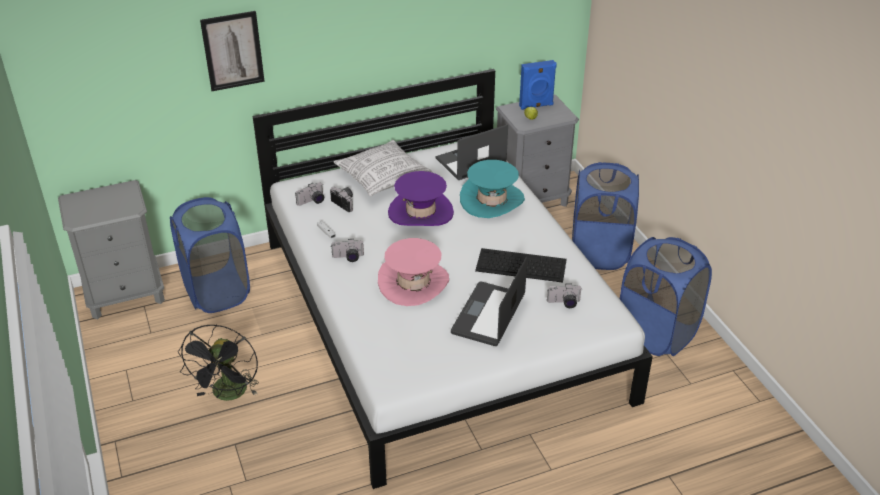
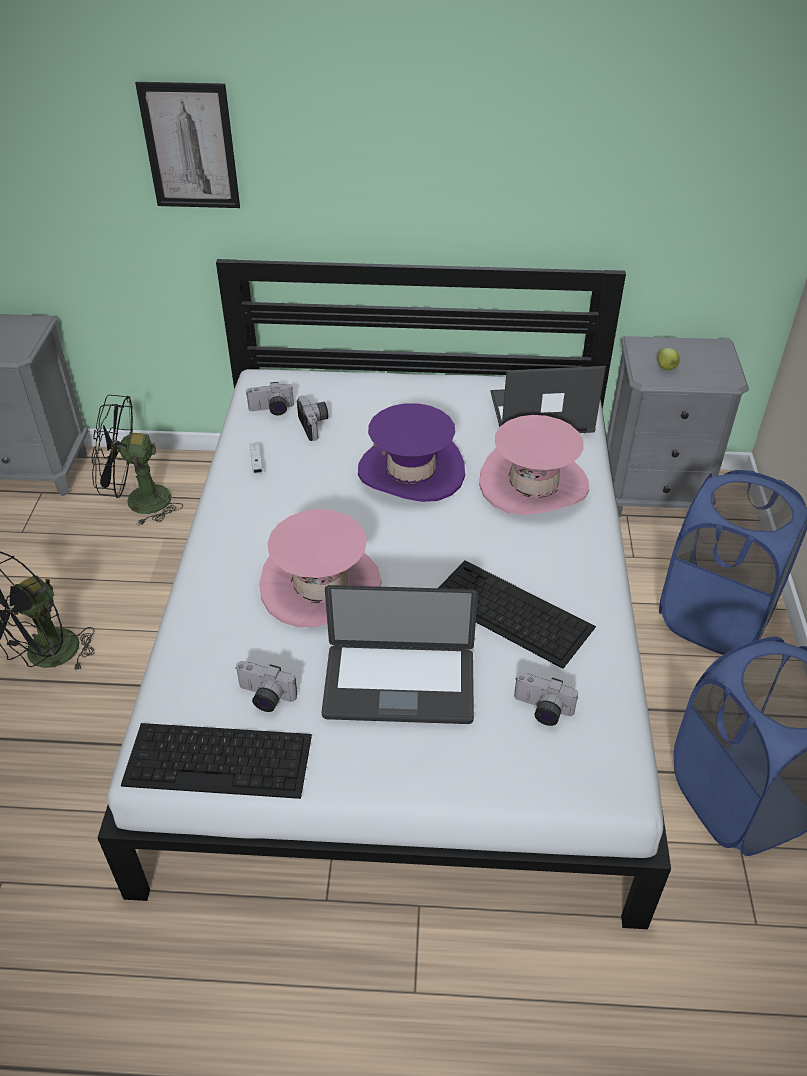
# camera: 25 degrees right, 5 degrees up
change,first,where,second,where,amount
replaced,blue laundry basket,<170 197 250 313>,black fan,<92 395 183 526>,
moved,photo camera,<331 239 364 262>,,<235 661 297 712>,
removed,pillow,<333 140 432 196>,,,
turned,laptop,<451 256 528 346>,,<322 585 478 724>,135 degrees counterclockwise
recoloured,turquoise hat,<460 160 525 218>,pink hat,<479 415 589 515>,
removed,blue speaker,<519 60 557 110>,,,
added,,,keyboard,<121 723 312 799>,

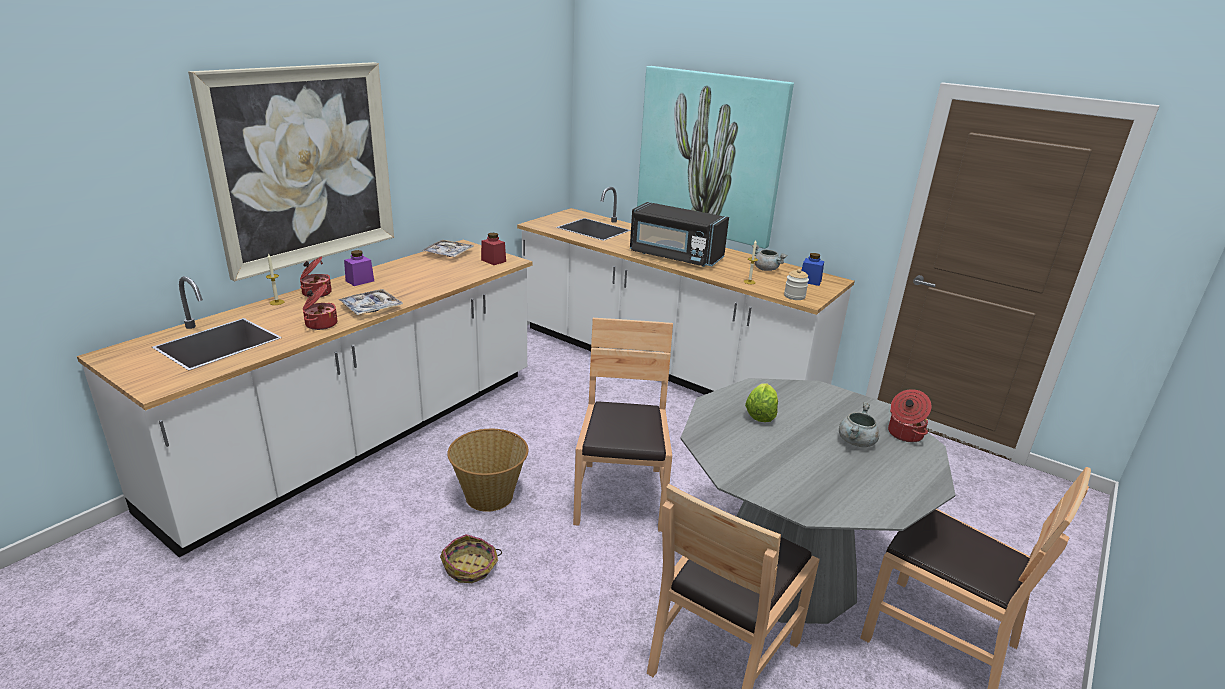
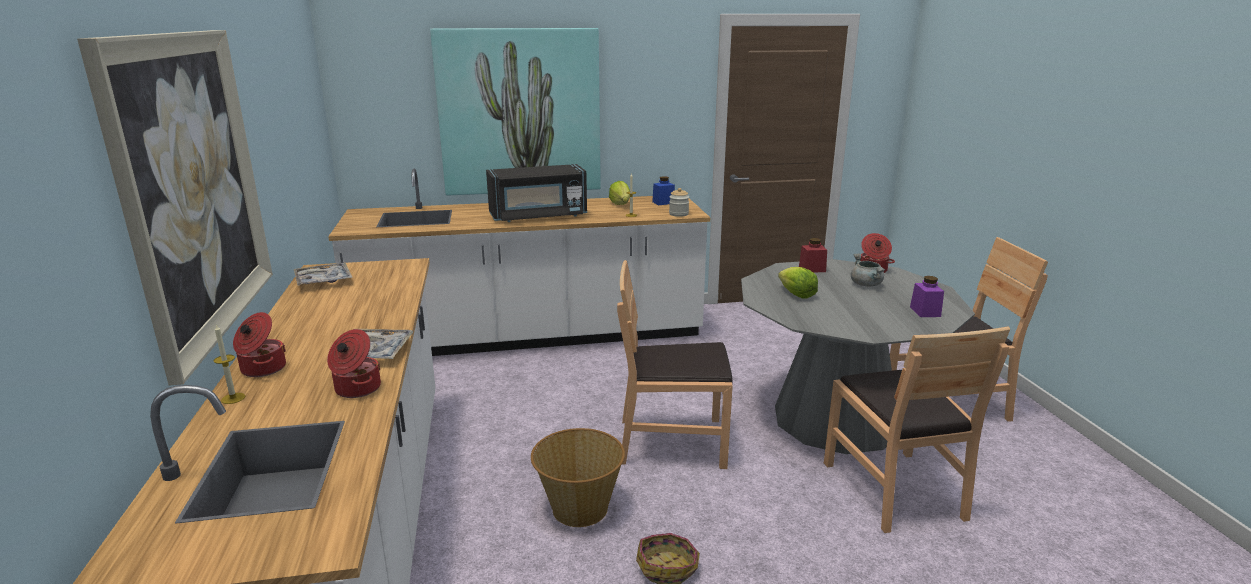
# camera: 45 degrees left, 5 degrees down
change,first,where,second,where,amount
moved,purple jar,<344 250 374 286>,,<910 276 944 317>,
moved,red jar,<481 233 506 265>,,<799 238 827 273>,
turned,brown chair,<573 318 673 532>,,<617 260 733 469>,45 degrees counterclockwise
replaced,grey cooking pot,<752 244 788 271>,lettuce,<609 181 630 205>,

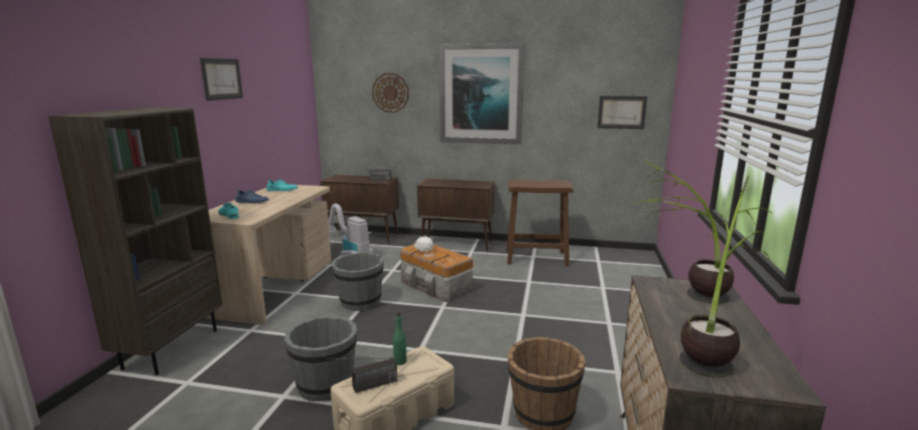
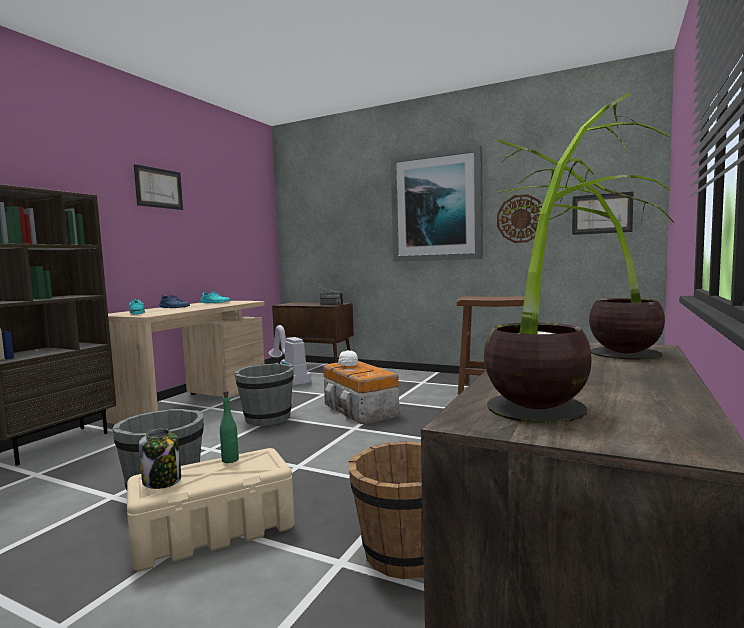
# camera: 15 degrees right, 10 degrees down
change,first,where,second,where,amount
replaced,radio,<326 356 397 393>,jar,<139 429 181 489>,
moved,wall clock,<372 73 409 113>,,<497 194 542 243>,
removed,brown cabinet,<417 179 495 251>,,,

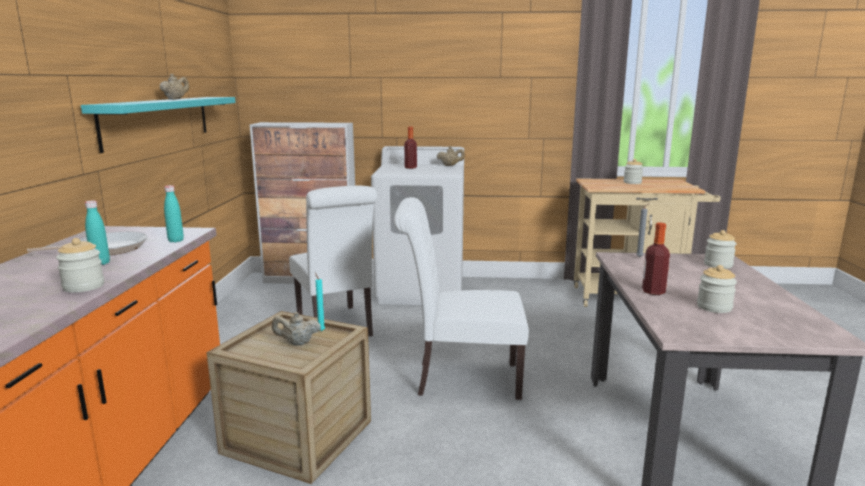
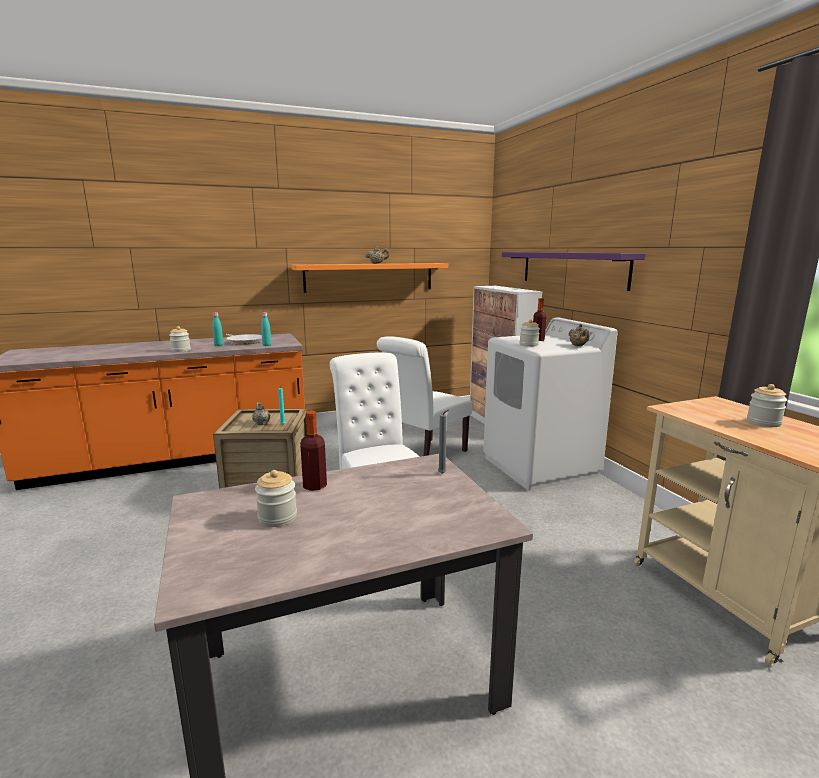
# camera: 65 degrees right, 0 degrees up
change,first,where,second,where,amount
recoloured,turquoise shelf,<81 97 236 153>,orange shelf,<292 263 448 293>,
moved,jar,<704 230 737 269>,,<519 320 540 347>,
added,,,purple shelf,<502 252 645 291>,

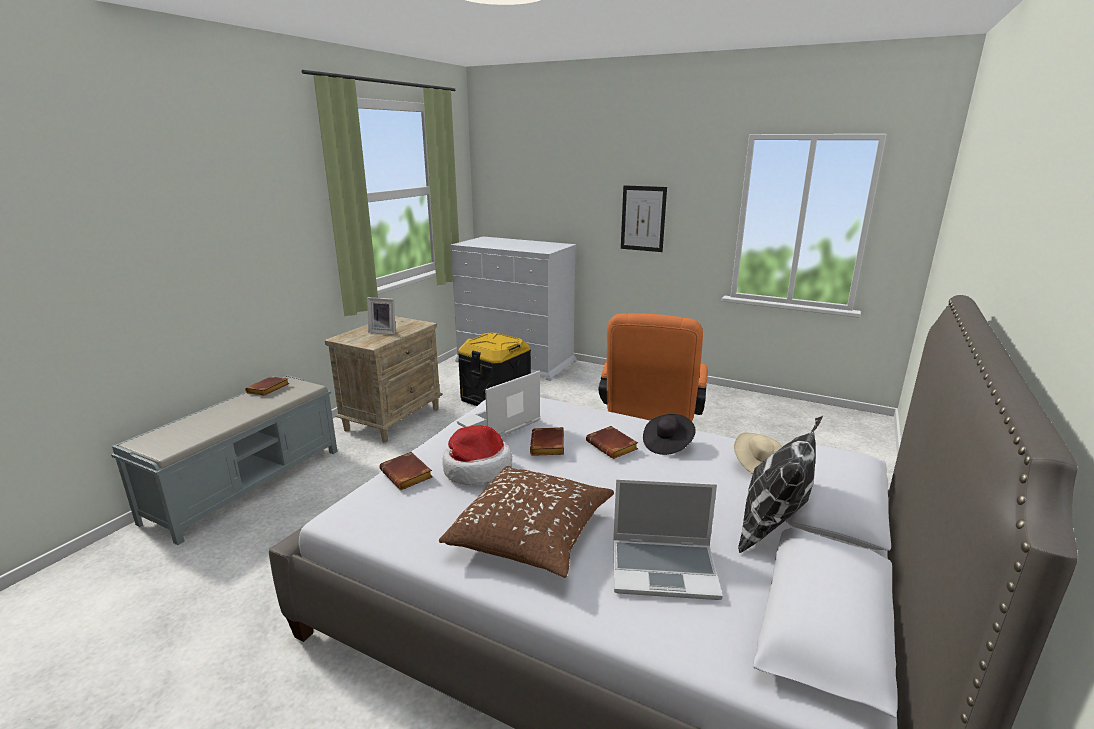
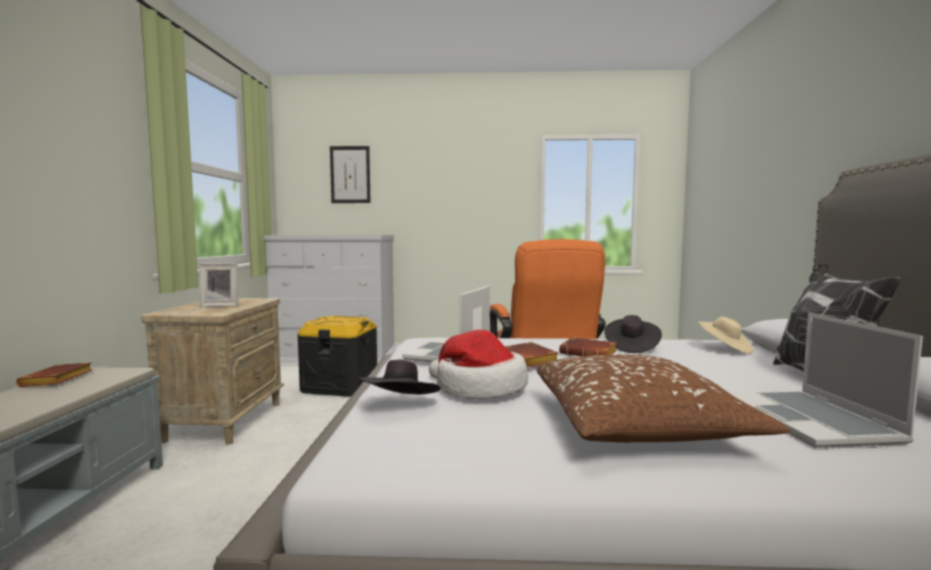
# camera: 25 degrees left, 15 degrees down
change,first,where,second,where,amount
replaced,brown book,<379 452 433 490>,black hat,<358 359 440 395>,
turned,laptop,<613 479 723 600>,,<730 313 923 448>,105 degrees clockwise
moved,picture,<621 185 667 252>,,<330 146 371 203>,

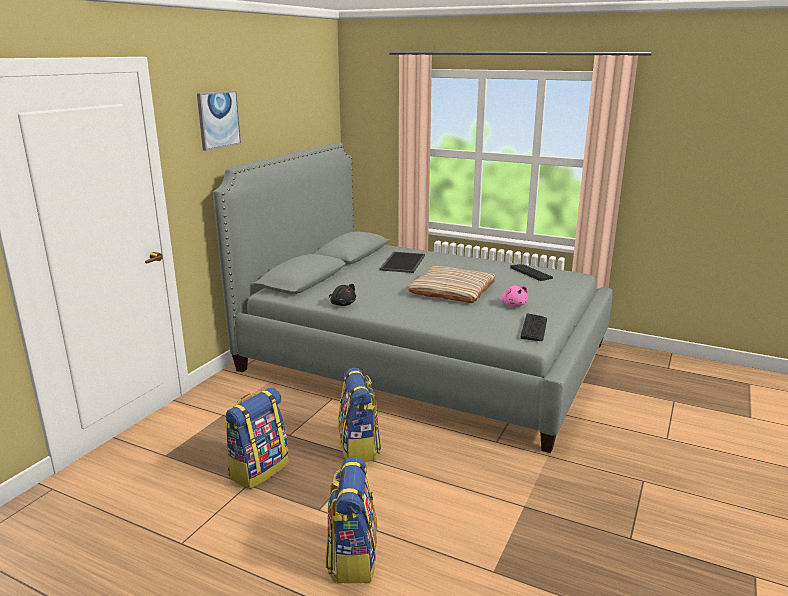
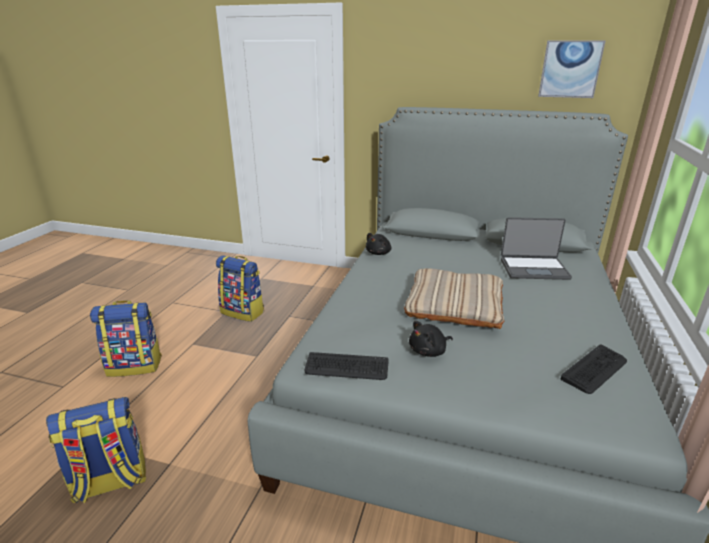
# camera: 80 degrees right, 5 degrees up
change,first,where,second,where,amount
moved,picture,<197 90 241 151>,,<538 40 606 98>,
moved,backpack,<338 368 381 462>,,<46 397 146 503>,
replaced,tray,<380 252 425 273>,laptop,<501 217 572 280>,
recoloured,pink plush toy,<501 286 528 307>,black plush toy,<409 321 453 357>,

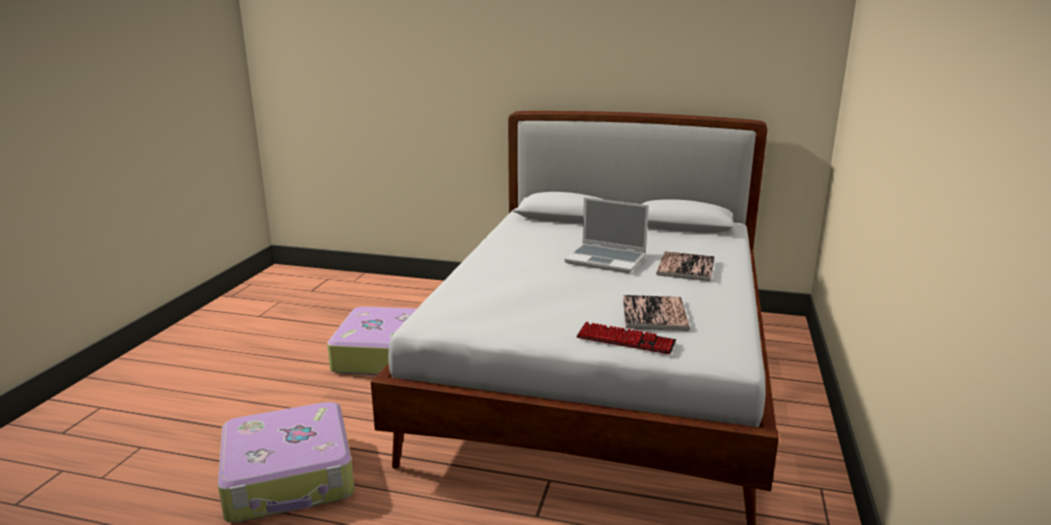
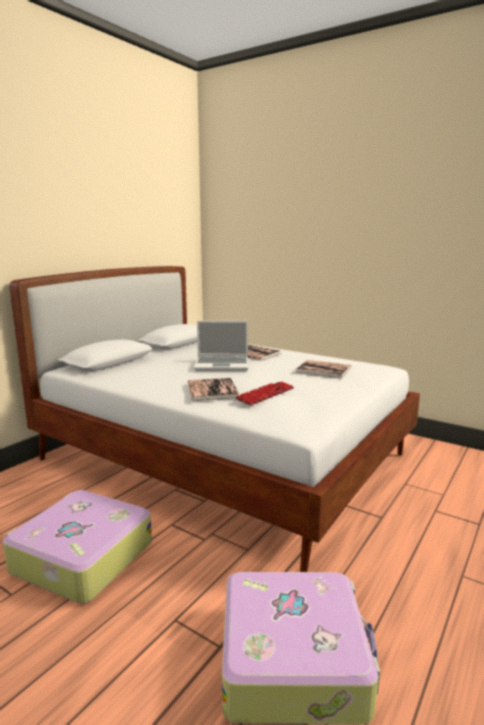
# camera: 70 degrees left, 5 degrees down
change,first,where,second,where,amount
turned,laptop,<564 197 649 273>,,<194 321 248 371>,45 degrees clockwise
moved,keyboard,<576 322 676 354>,,<235 382 294 405>,
added,,,book,<187 378 239 401>,

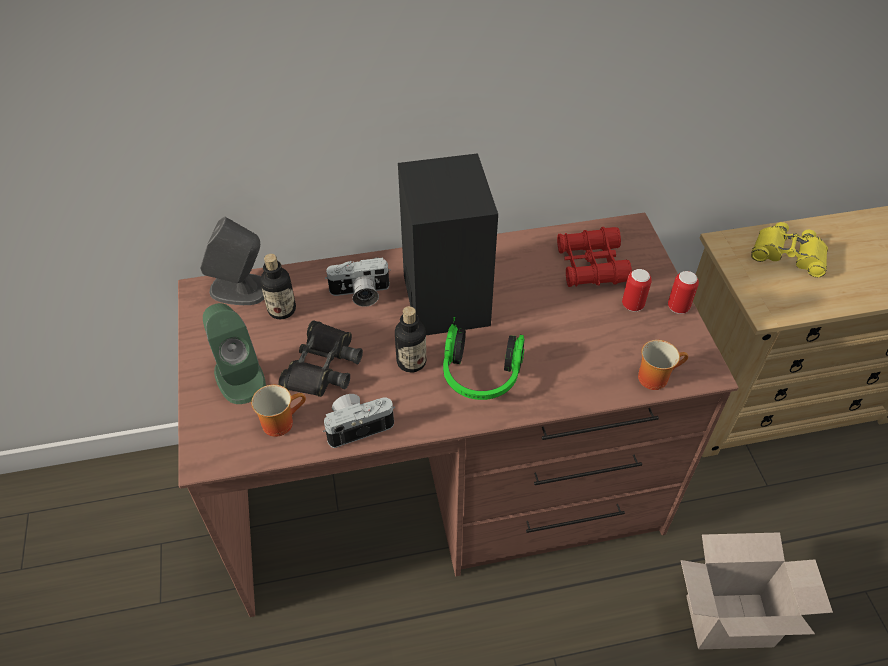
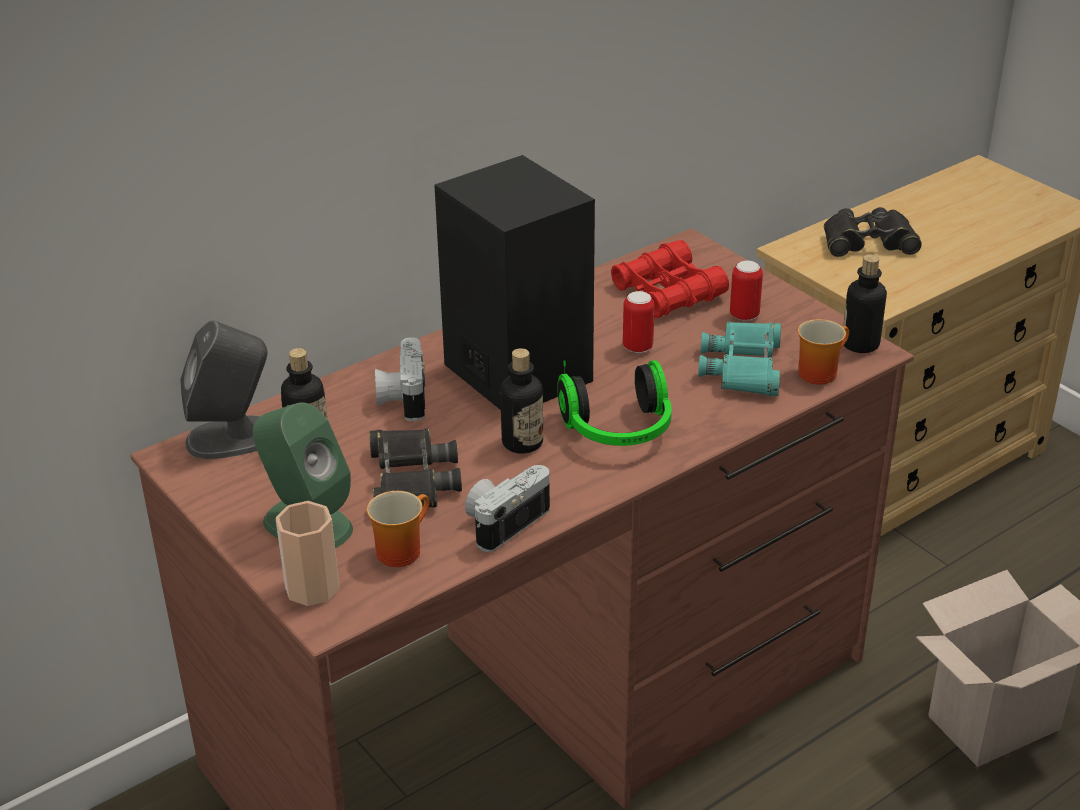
# camera: 25 degrees left, 15 degrees down
change,first,where,second,where,amount
turned,photo camera,<325 258 391 307>,,<375 337 425 421>,120 degrees clockwise
moved,can,<668 271 699 314>,,<623 291 655 353>,
recoloured,yellow binoculars,<751 222 828 278>,black binoculars,<824 207 922 257>,
added,,,cup,<275 501 340 606>,
added,,,turquoise binoculars,<698 321 781 396>,
added,,,bottle,<843 254 887 353>,

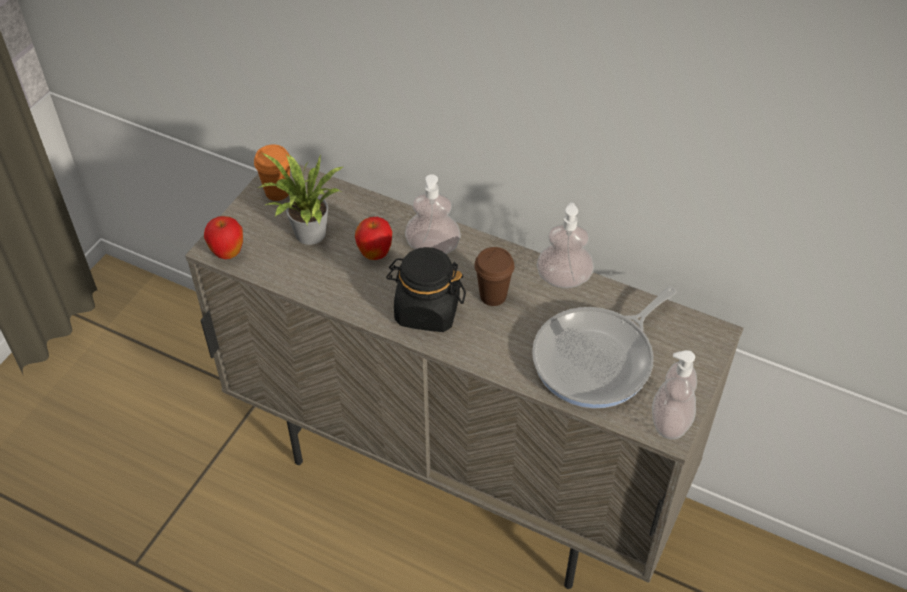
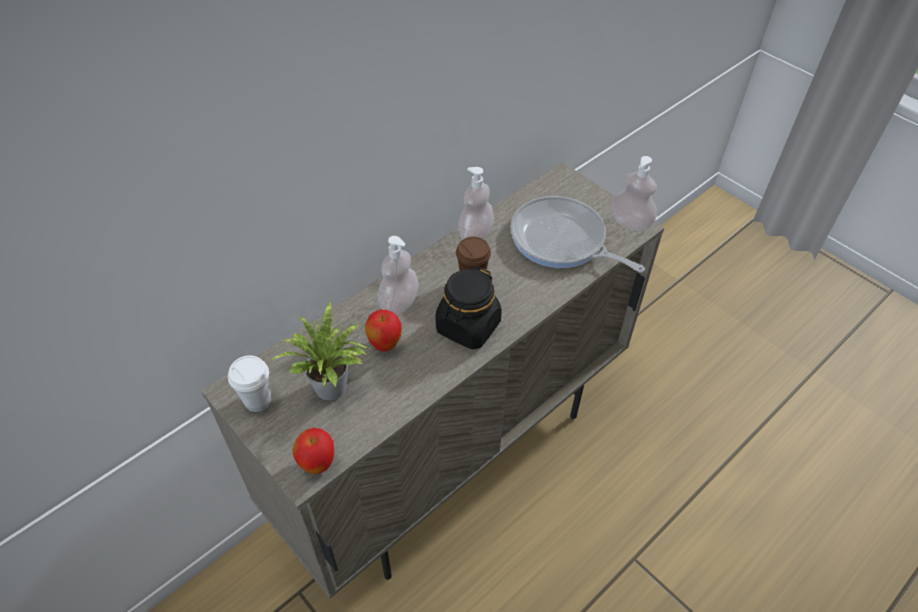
# camera: 70 degrees left, 0 degrees up
change,first,where,second,where,amount
recoloured,orange cup,<254 144 290 201>,white cup,<228 355 271 412>,
turned,frying pan,<532 287 677 408>,,<510 196 645 272>,150 degrees clockwise

